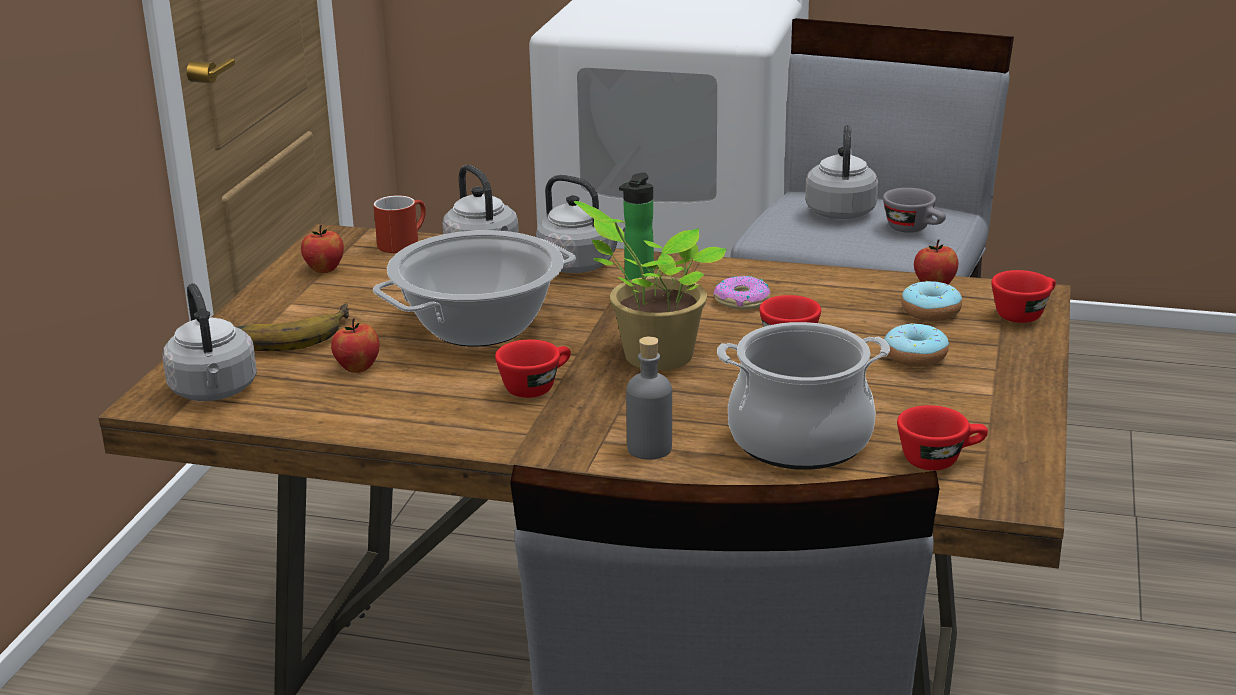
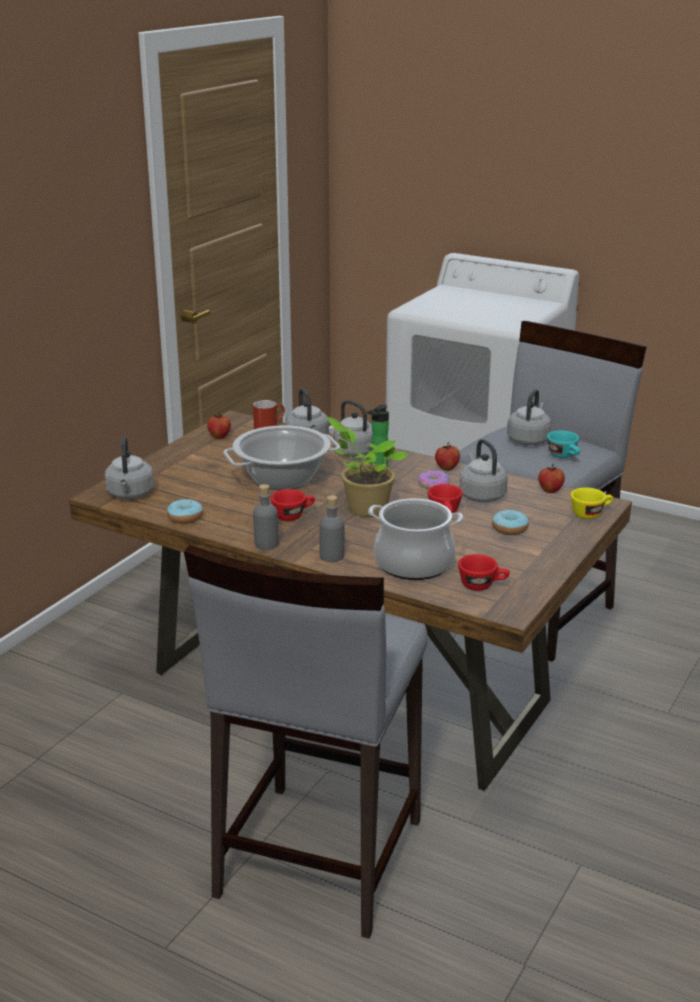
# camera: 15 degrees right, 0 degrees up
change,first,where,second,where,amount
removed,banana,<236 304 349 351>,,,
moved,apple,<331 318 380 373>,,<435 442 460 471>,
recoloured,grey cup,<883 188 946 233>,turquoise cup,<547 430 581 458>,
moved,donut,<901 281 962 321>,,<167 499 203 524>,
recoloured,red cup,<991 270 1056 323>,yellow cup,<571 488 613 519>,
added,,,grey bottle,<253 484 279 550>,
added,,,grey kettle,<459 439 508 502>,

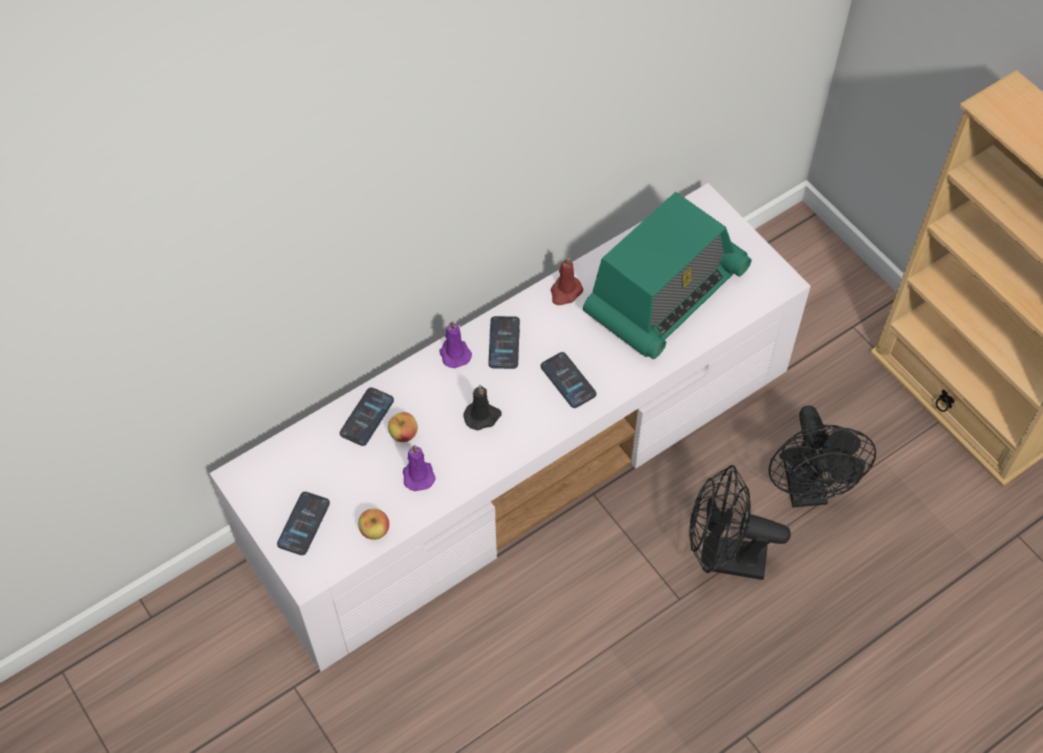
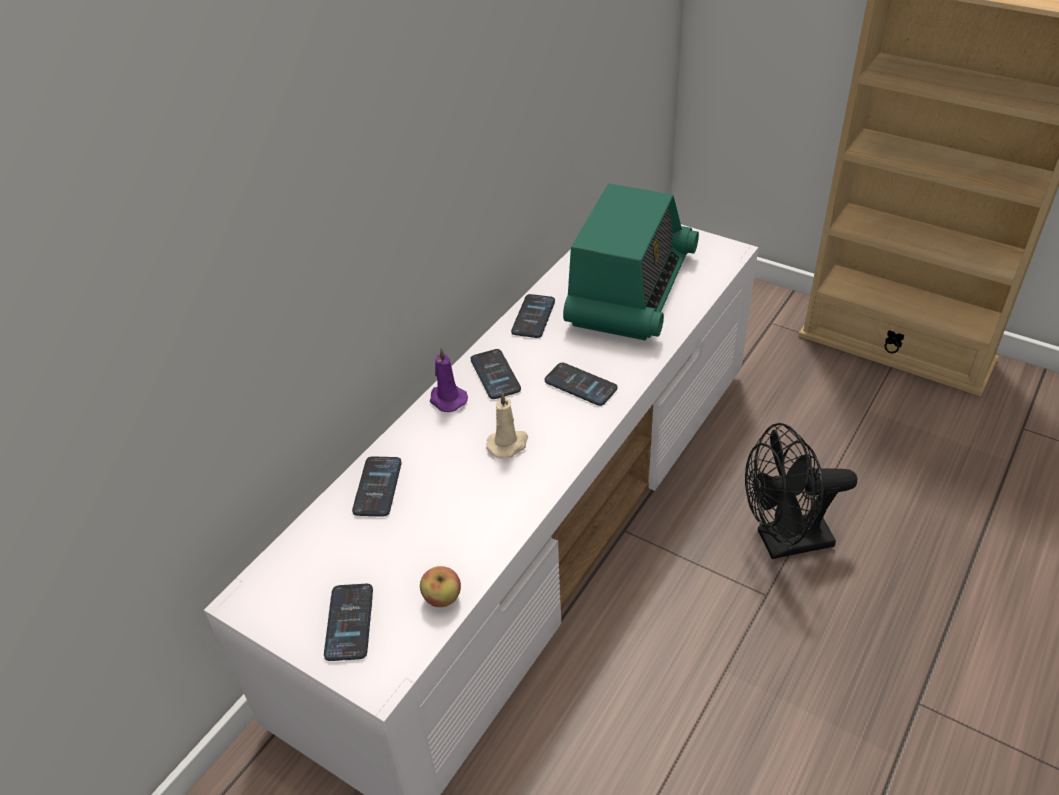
# camera: 20 degrees left, 15 degrees down
change,first,where,second,where,amount
removed,apple,<388 412 418 442>,,,
removed,purple candle,<403 445 436 491>,,,
recoloured,black candle,<463 384 502 430>,beige candle,<486 392 528 458>,
replaced,red candle,<551 256 583 305>,phone,<511 294 555 338>,
removed,black fan,<769 405 876 507>,,,

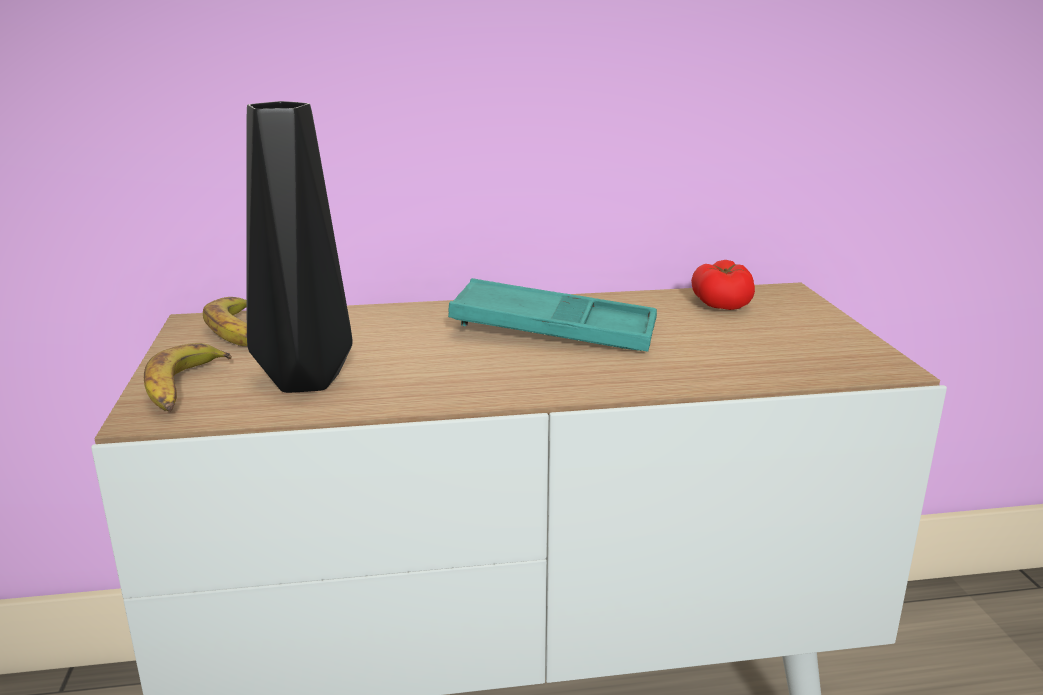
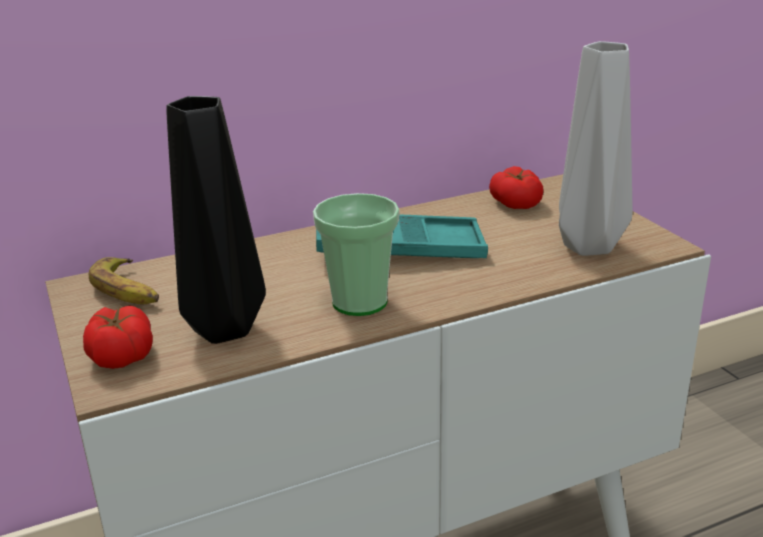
# camera: 15 degrees left, 5 degrees up
change,first,where,second,where,amount
replaced,banana,<144 343 232 412>,tomato,<83 305 153 369>,
added,,,cup,<313 193 399 316>,
added,,,grey vase,<559 41 633 256>,

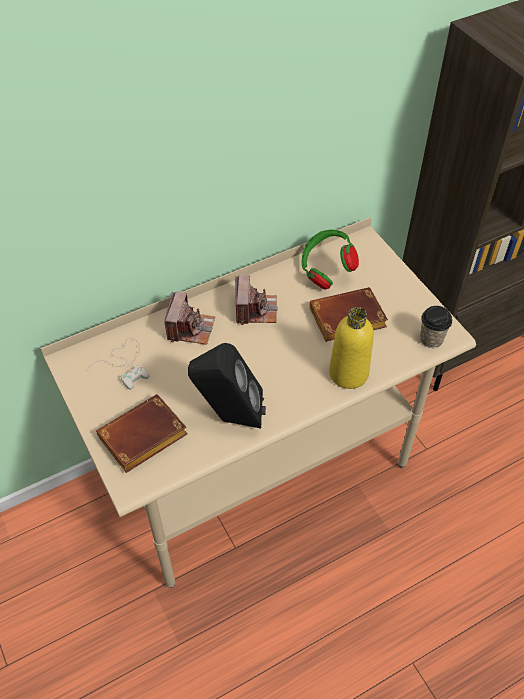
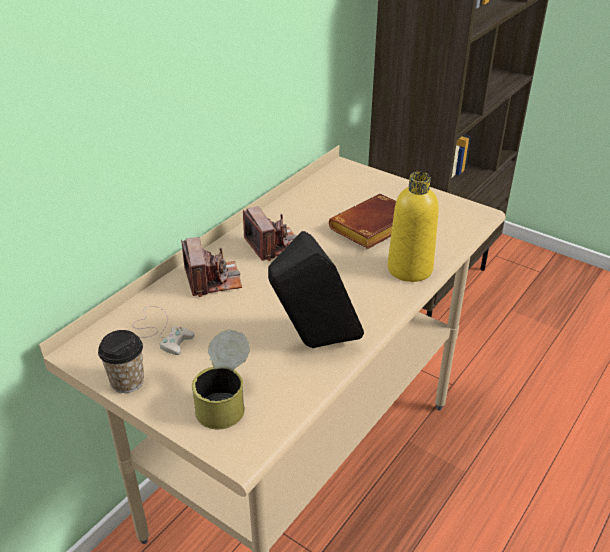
# camera: 25 degrees left, 15 degrees down
change,first,where,second,where,amount
replaced,brown book,<96 394 188 473>,can,<192 330 250 430>,
removed,green headphones,<301 229 359 290>,,,
moved,cup,<420 306 452 348>,,<98 330 144 393>,

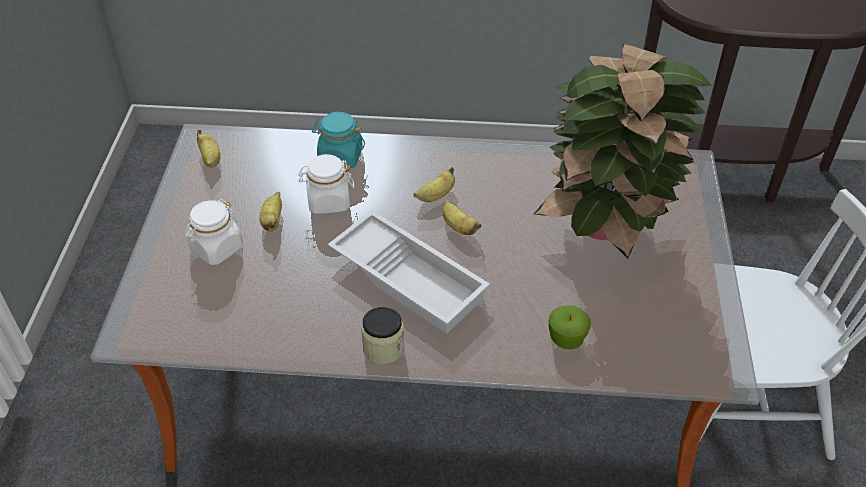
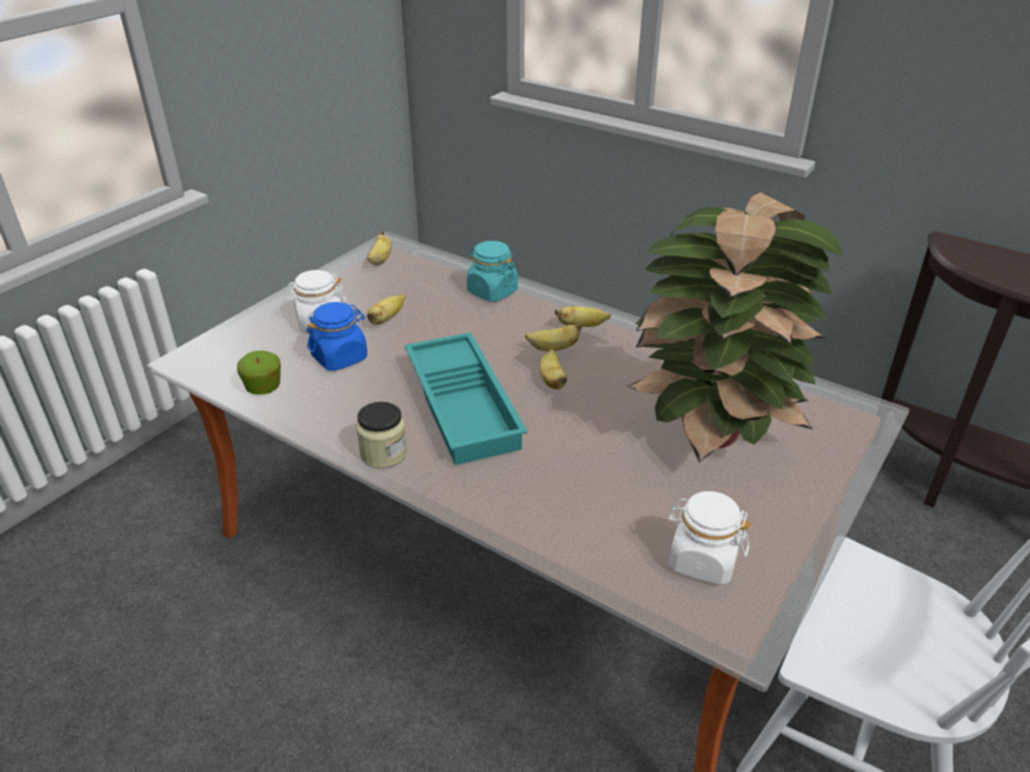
# camera: 30 degrees right, 10 degrees down
change,first,where,second,where,amount
moved,white jar,<298 154 355 214>,,<668 491 751 585>,
recoloured,white tray,<328 210 490 334>,turquoise tray,<405 332 527 465>,
moved,apple,<549 306 591 350>,,<237 351 281 395>,
added,,,blue jar,<306 302 368 371>,
added,,,banana,<555 306 611 327>,

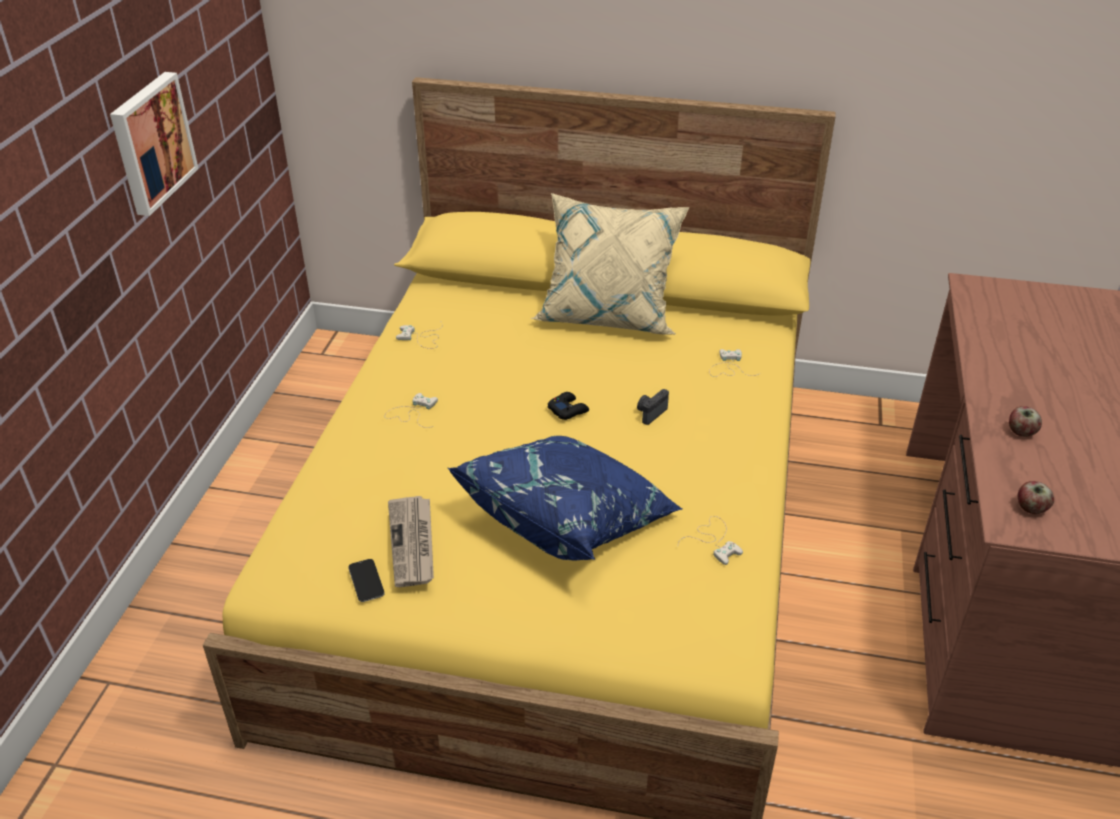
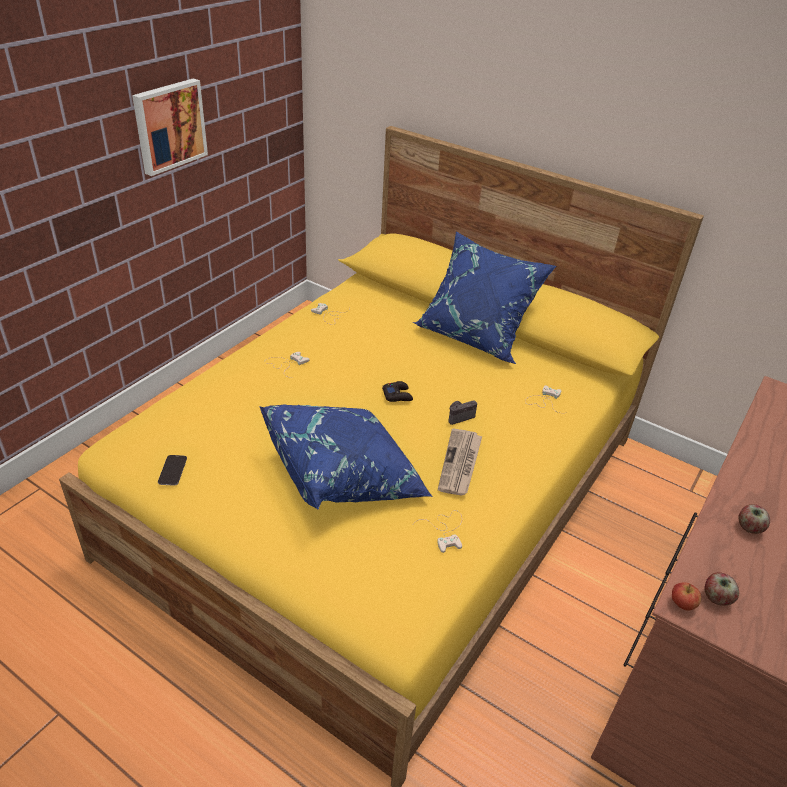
# camera: 20 degrees right, 0 degrees up
change,first,where,second,where,amount
moved,newspaper,<388 496 434 587>,,<438 429 482 496>,
recoloured,beige pillow,<531 193 689 335>,blue pillow,<413 231 556 364>,
added,,,apple,<672 582 701 611>,

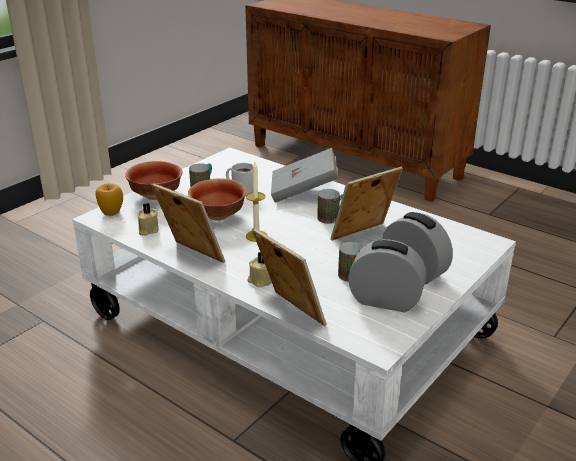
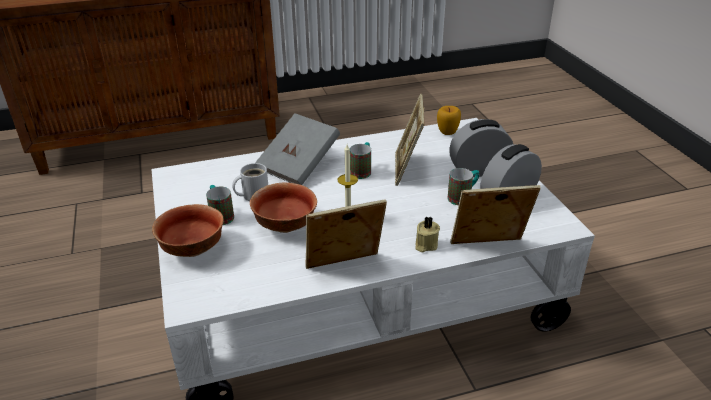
# camera: 55 degrees left, 5 degrees up
change,first,where,second,where,amount
moved,apple,<95 183 123 216>,,<437 106 461 135>,
removed,beige candle,<137 203 159 236>,,,

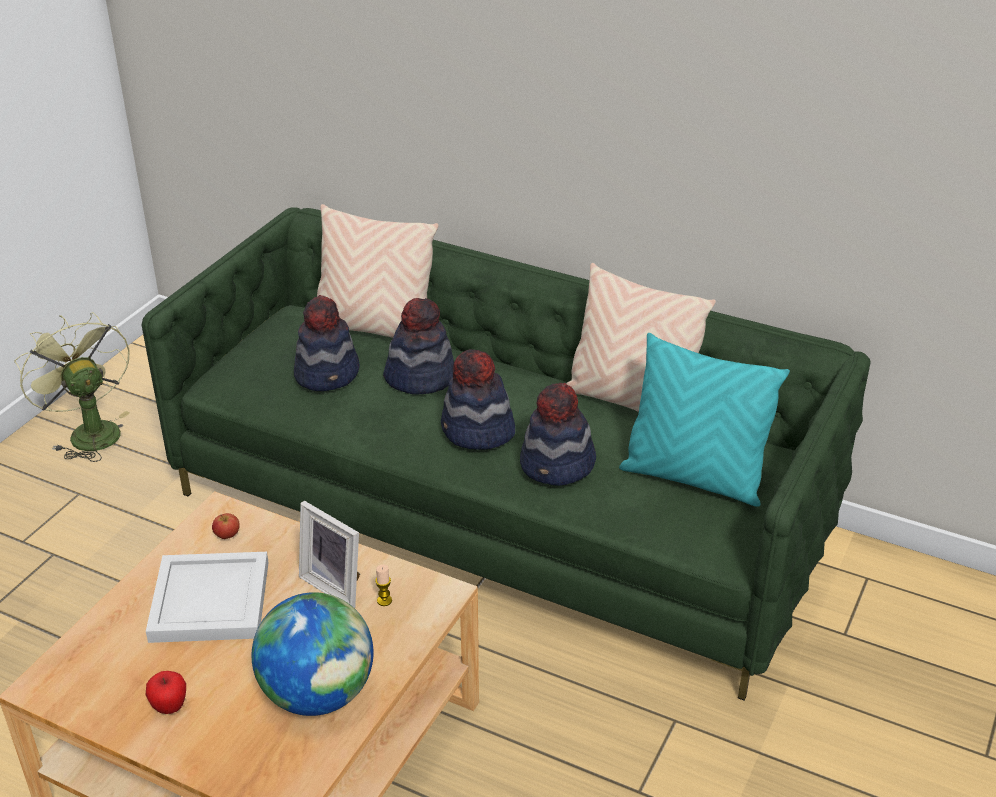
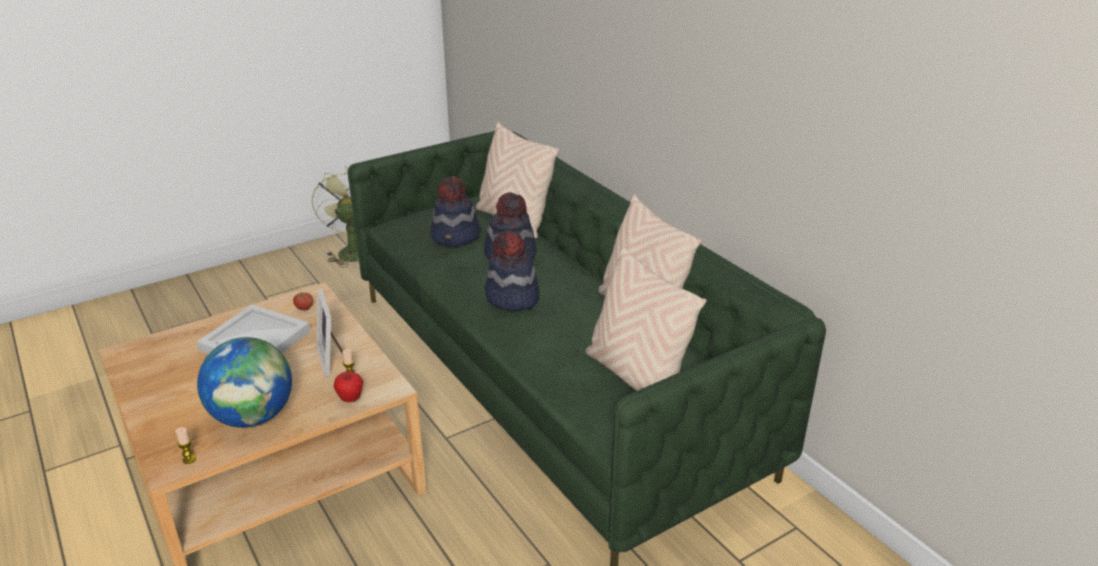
# camera: 30 degrees right, 5 degrees down
change,first,where,second,where,amount
moved,apple,<145 671 186 714>,,<334 371 363 402>,
removed,hat,<520 383 596 486>,,,
recoloured,turquoise pillow,<619 333 790 507>,beige pillow,<586 246 707 391>,
added,,,candle,<175 427 196 464>,

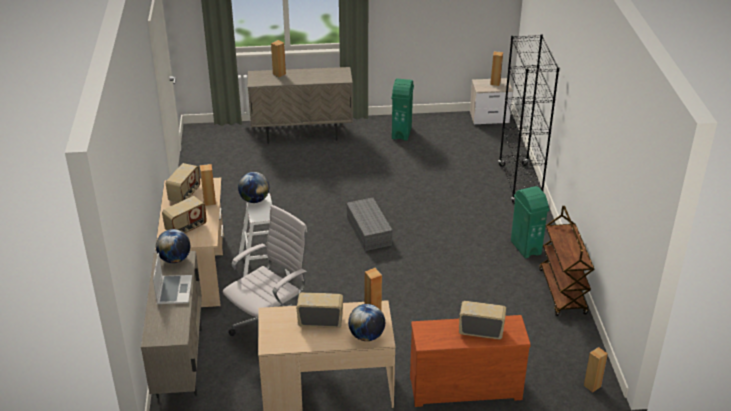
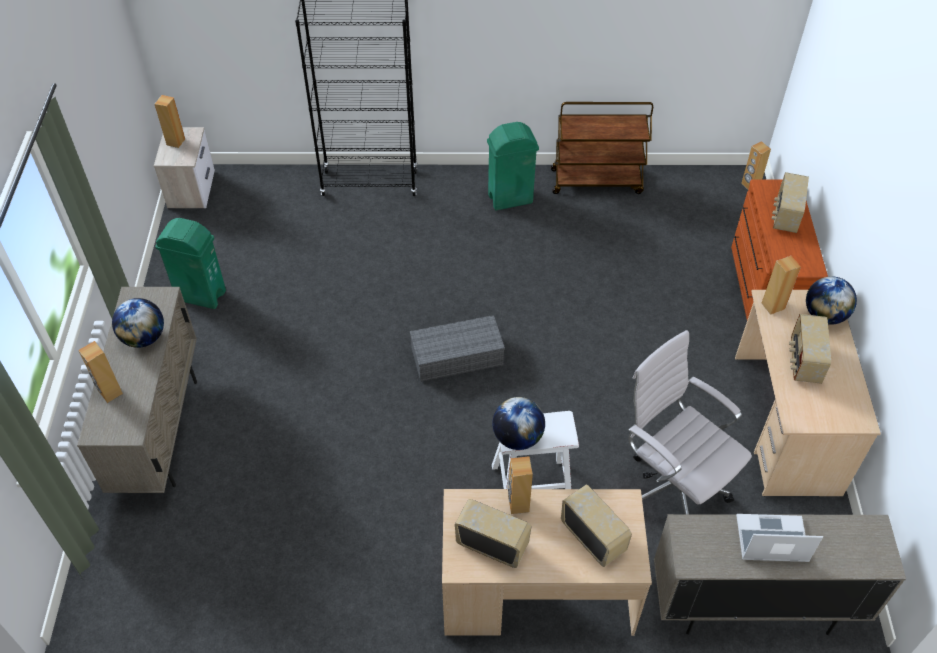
# camera: 85 degrees left, 15 degrees up
change,first,where,second,where,amount
moved,globe,<156 229 190 263>,,<112 298 164 348>,

